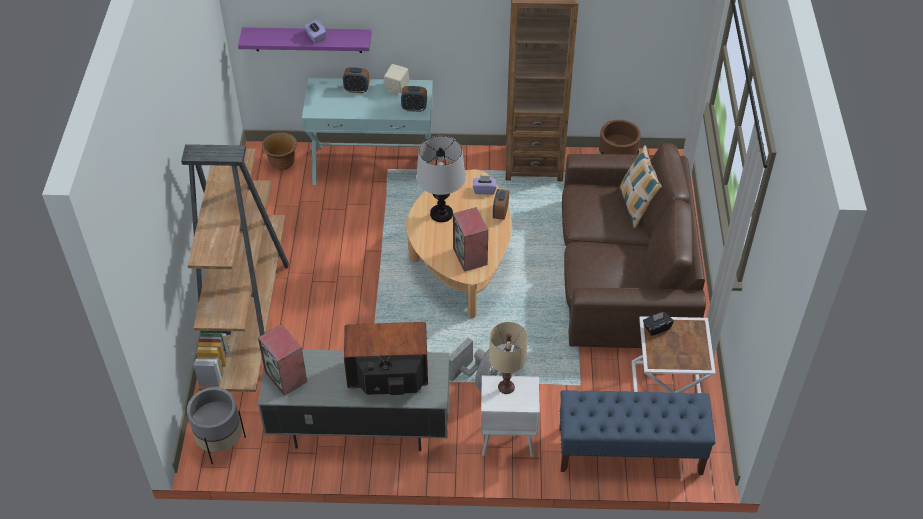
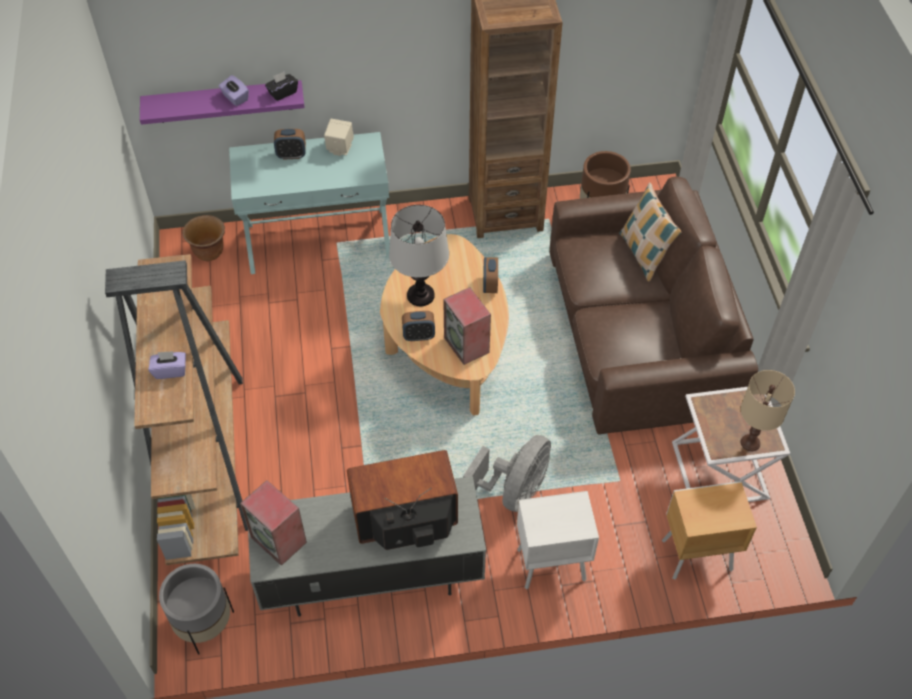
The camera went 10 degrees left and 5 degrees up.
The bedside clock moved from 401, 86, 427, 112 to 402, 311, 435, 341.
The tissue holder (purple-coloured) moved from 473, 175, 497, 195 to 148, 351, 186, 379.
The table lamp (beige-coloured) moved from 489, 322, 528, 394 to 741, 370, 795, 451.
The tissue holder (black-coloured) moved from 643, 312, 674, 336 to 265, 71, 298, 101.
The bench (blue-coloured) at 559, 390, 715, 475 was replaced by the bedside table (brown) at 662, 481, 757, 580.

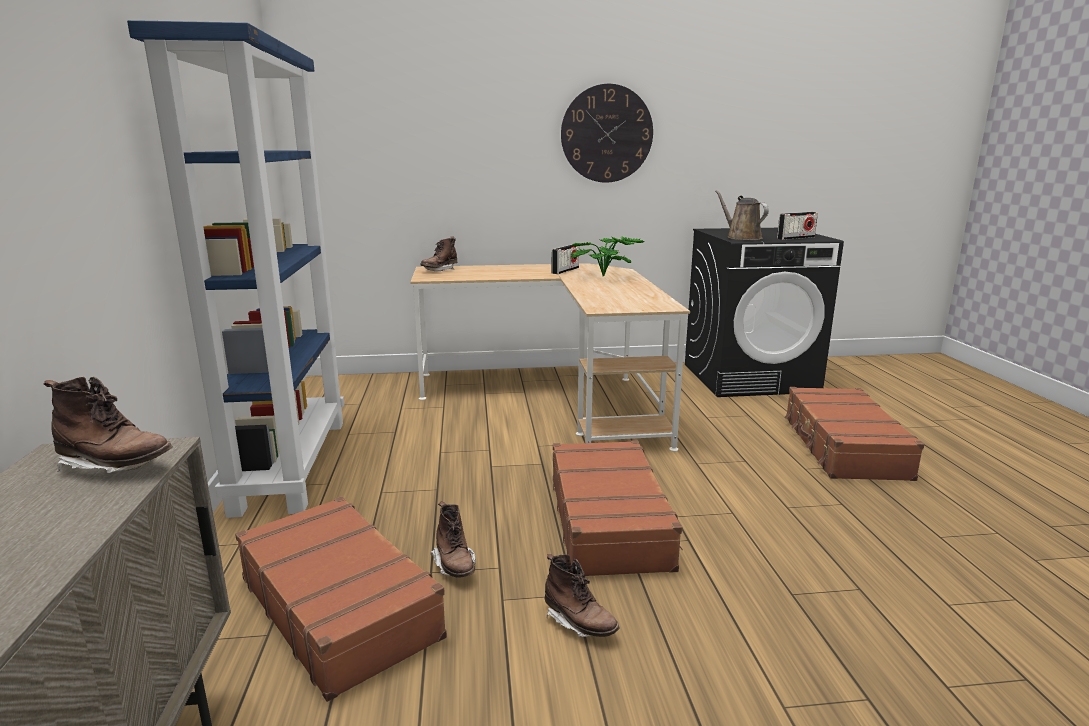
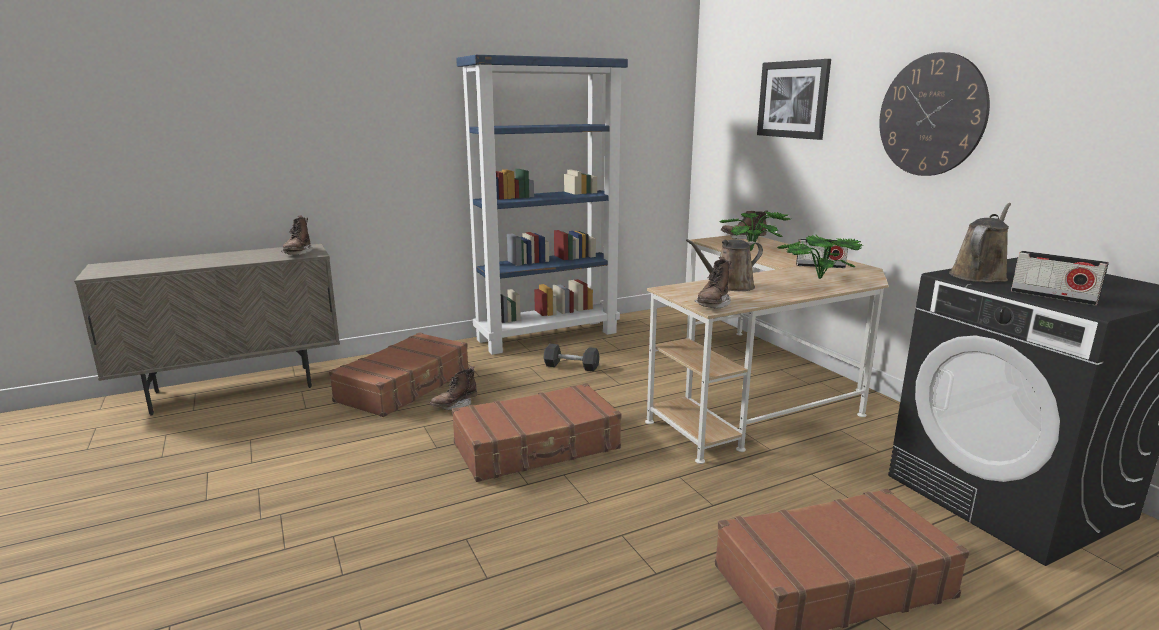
The camera went 70 degrees right and 0 degrees up.
The hand weight (greyish) at 543, 344, 600, 372 appeared.
The watering pot (brown) at 686, 239, 763, 291 appeared.
The potted plant at 719, 211, 791, 251 appeared.
The picture at 757, 59, 831, 140 appeared.
The high-top boot (brown) moved from 545, 554, 620, 637 to 695, 257, 732, 309.

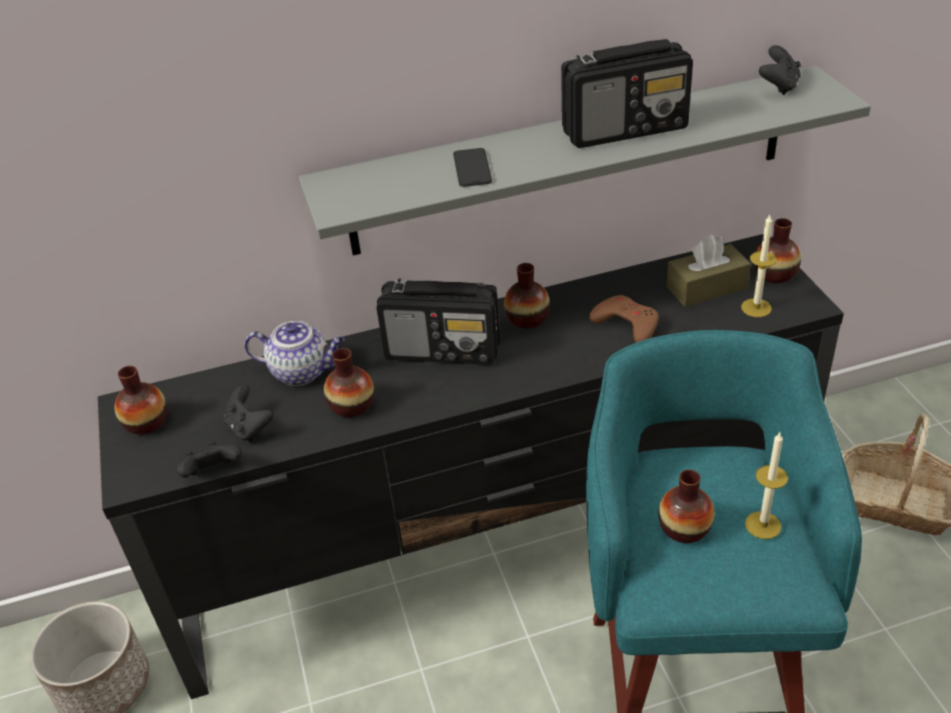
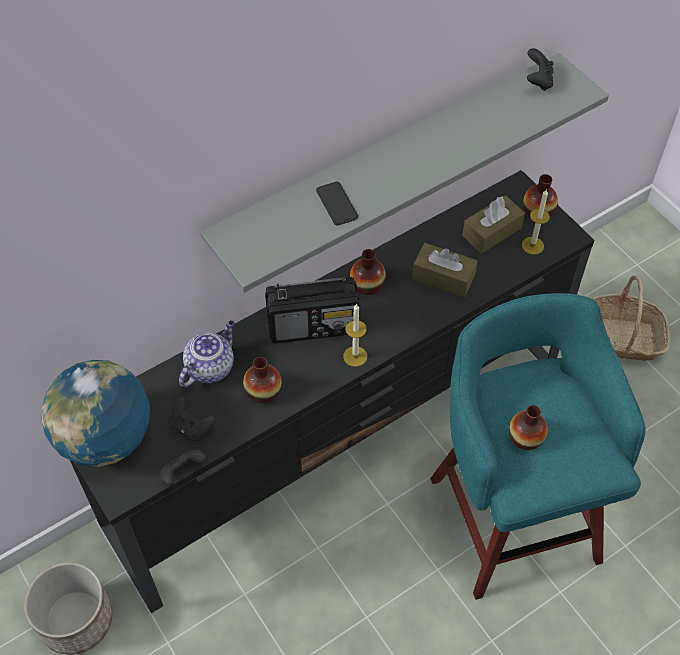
The camera went 20 degrees left and 15 degrees up.
The radio at 561, 39, 693, 148 disappeared.
The wax light moved from 745, 432, 788, 539 to 343, 304, 367, 367.
The vase at 115, 366, 167, 435 was replaced by the desk globe at 41, 360, 150, 467.
The joypad (brown) at 589, 295, 659, 343 was replaced by the tissue holder (brown) at 412, 243, 478, 297.
The pot for tea at 244, 321, 344, 386 turned 45 degrees counterclockwise.

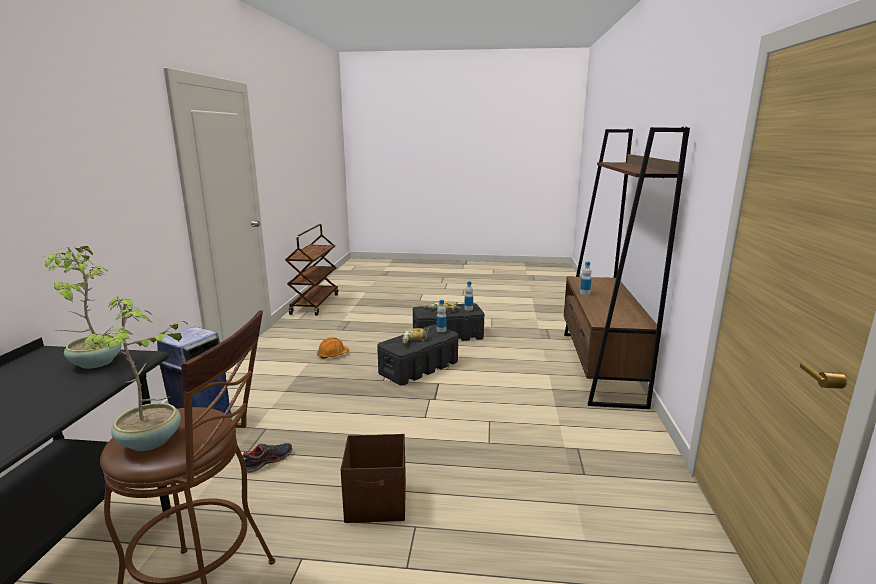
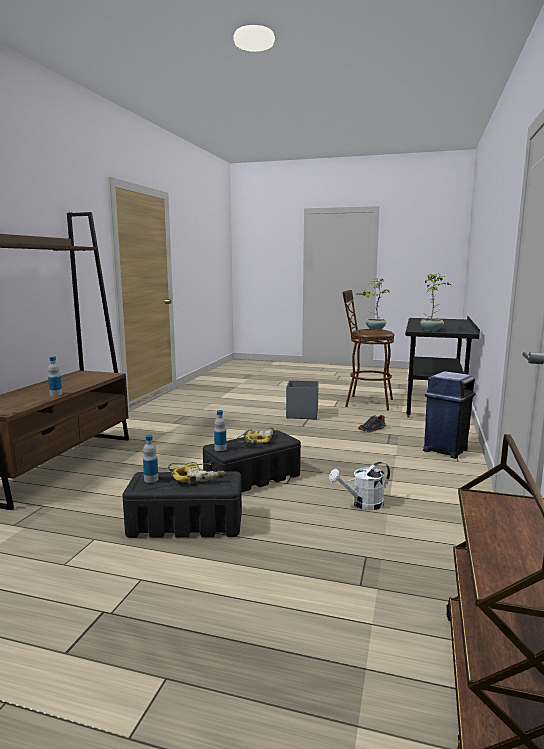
The camera went 170 degrees left and 5 degrees down.
The safety helmet (orange-coloured) at 317, 337, 349, 359 was replaced by the watering pot (white) at 329, 462, 390, 510.
The storage bin (brown) at 341, 434, 406, 523 became the storage bin (greyish) at 286, 380, 319, 419.

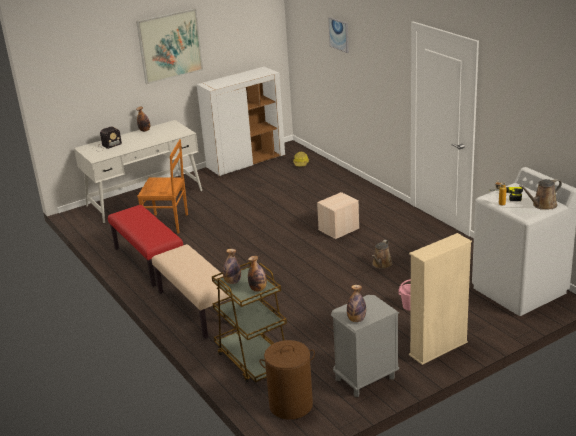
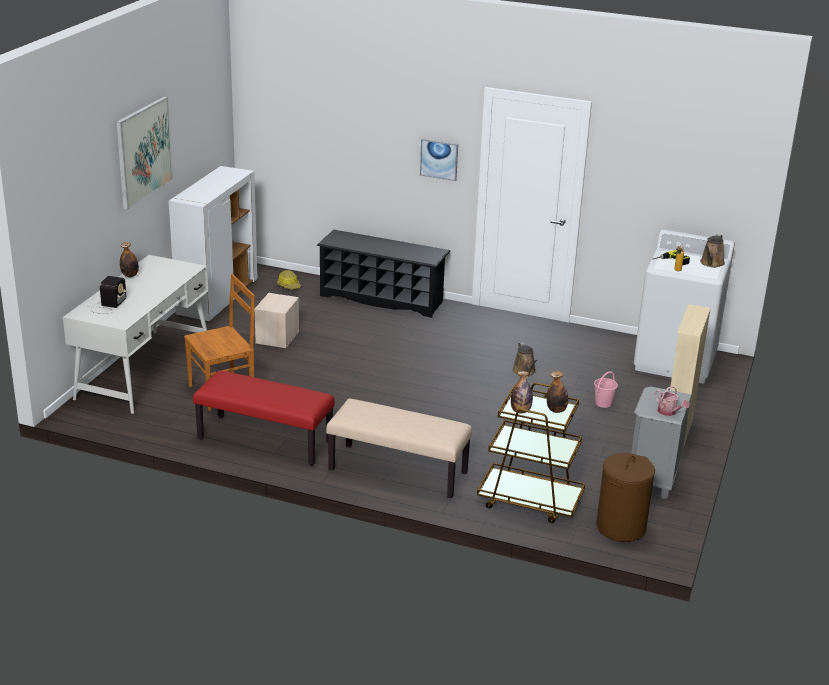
The camera went 40 degrees left and 0 degrees up.
The shoe stand (black-coloured) at 316, 230, 450, 318 appeared.
The storage bin (beige-coloured) moved from 317, 192, 360, 239 to 254, 293, 299, 348.
The picture moved from 328, 17, 349, 53 to 420, 139, 458, 181.
The beverage bottle at 347, 285, 366, 322 was replaced by the watering pot at 655, 386, 689, 416.

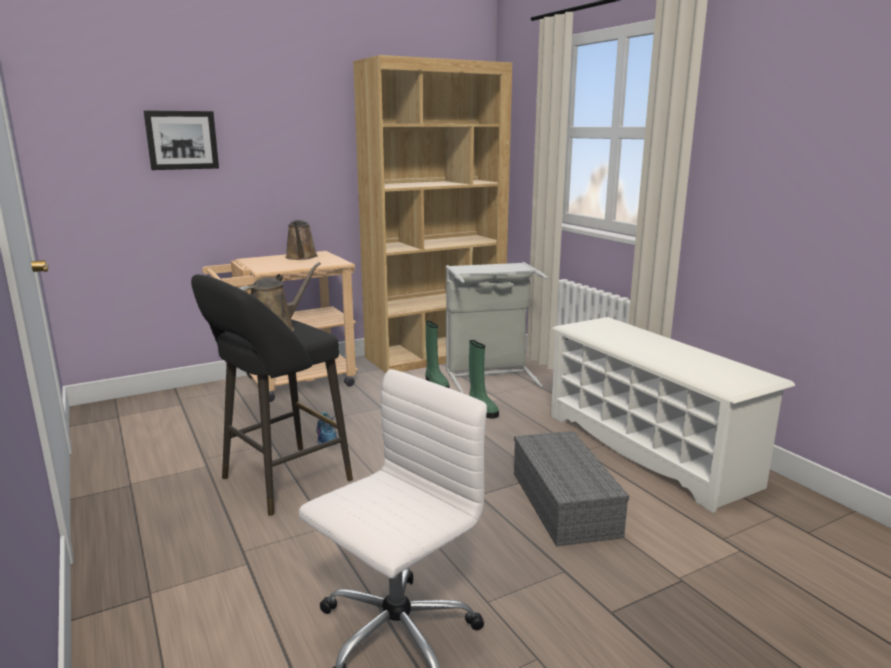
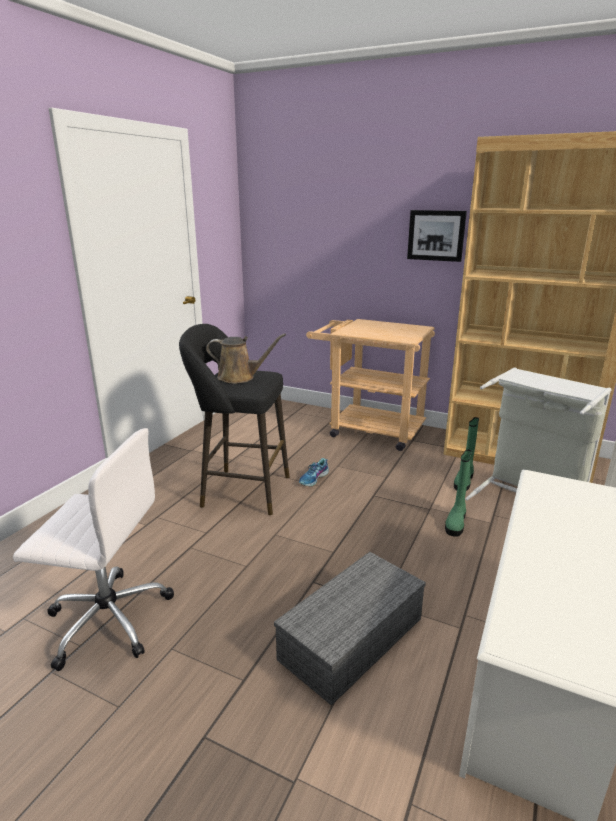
The camera went 55 degrees right and 5 degrees up.
The watering pot (brown) at 285, 220, 318, 260 disappeared.
The picture moved from 143, 110, 219, 170 to 407, 210, 467, 262.

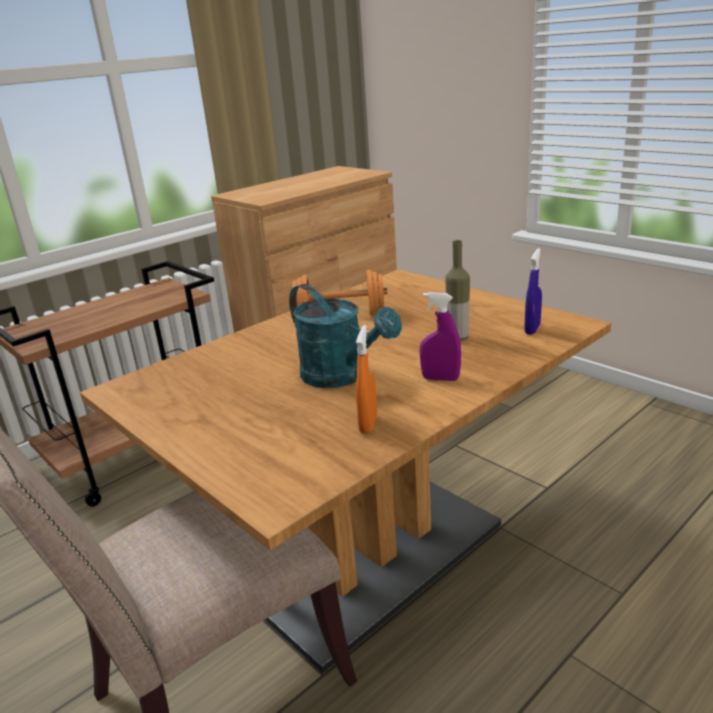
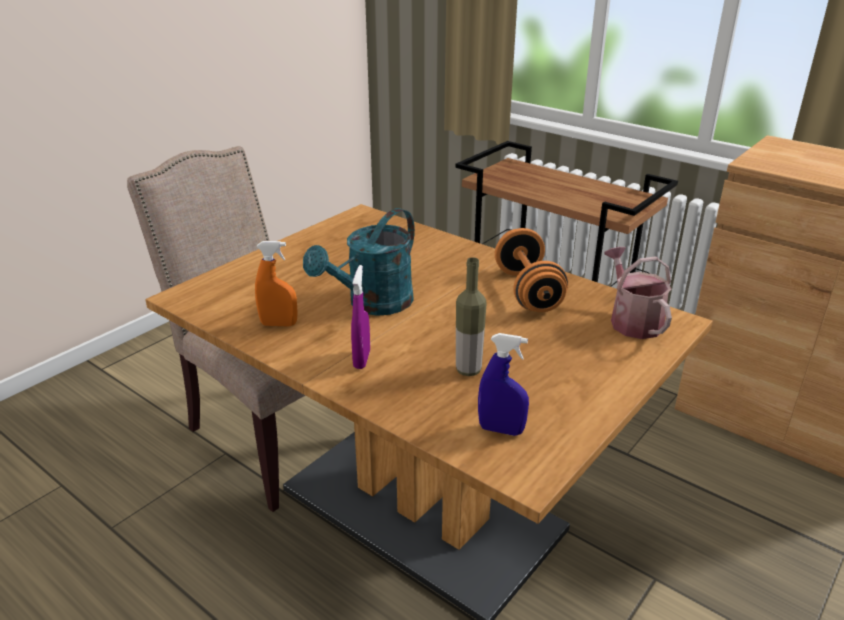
The camera went 80 degrees right and 5 degrees up.
The watering pot at 605, 247, 672, 339 appeared.

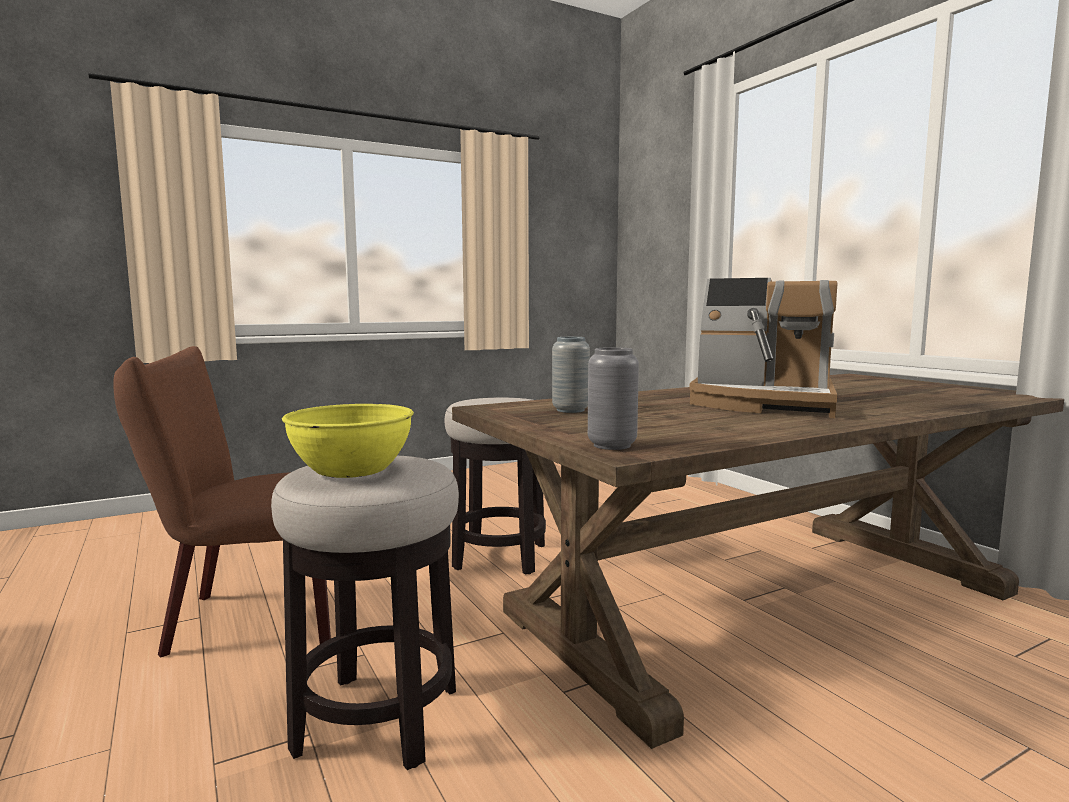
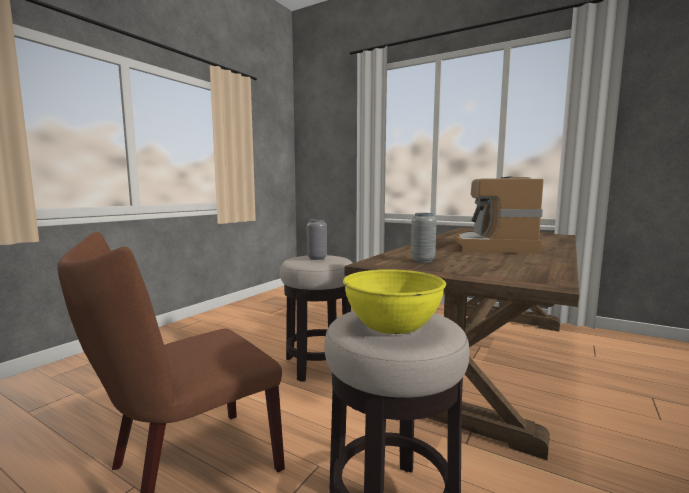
The camera went 30 degrees left and 0 degrees up.
The vase (greyish) moved from 588, 347, 639, 450 to 307, 219, 327, 260.
The coffee brewer at 689, 278, 837, 418 turned 105 degrees clockwise.

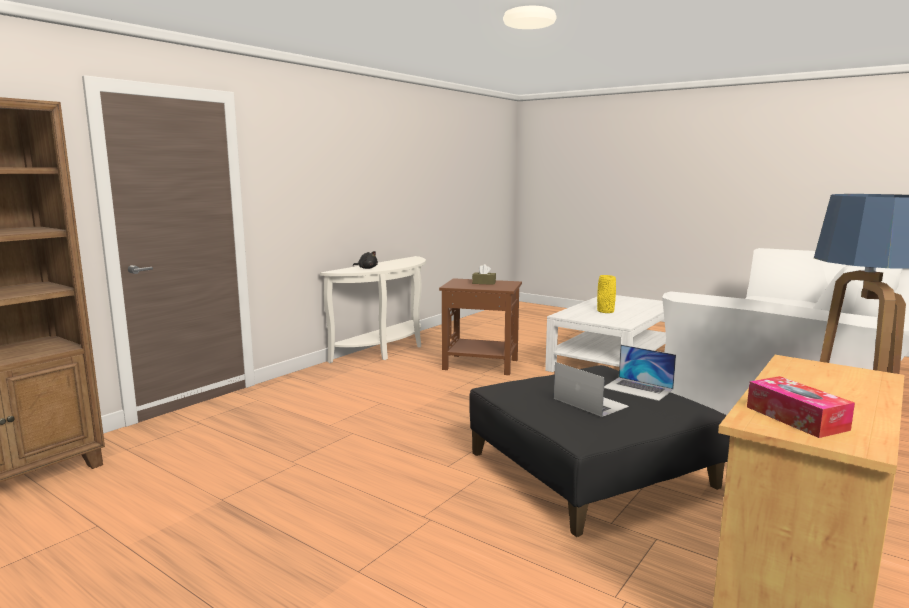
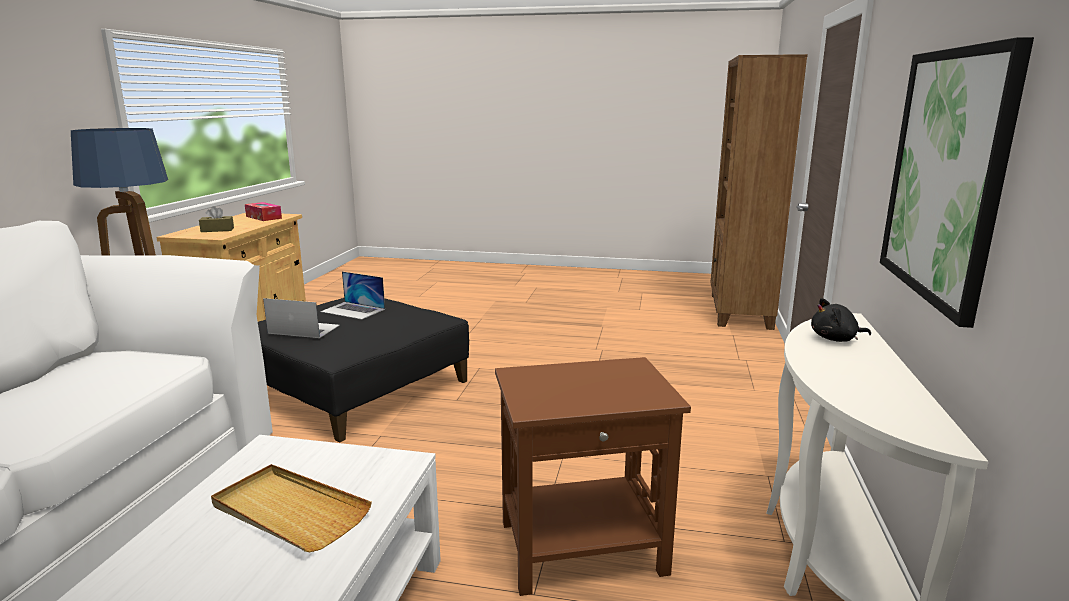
The camera went 155 degrees right and 5 degrees up.
The picture at 880, 37, 1034, 328 appeared.
The tissue holder (brown) moved from 472, 264, 496, 285 to 199, 206, 234, 232.
The vase (yellow-coloured) at 597, 275, 616, 313 was replaced by the serving tray (beige-coloured) at 211, 464, 372, 552.

